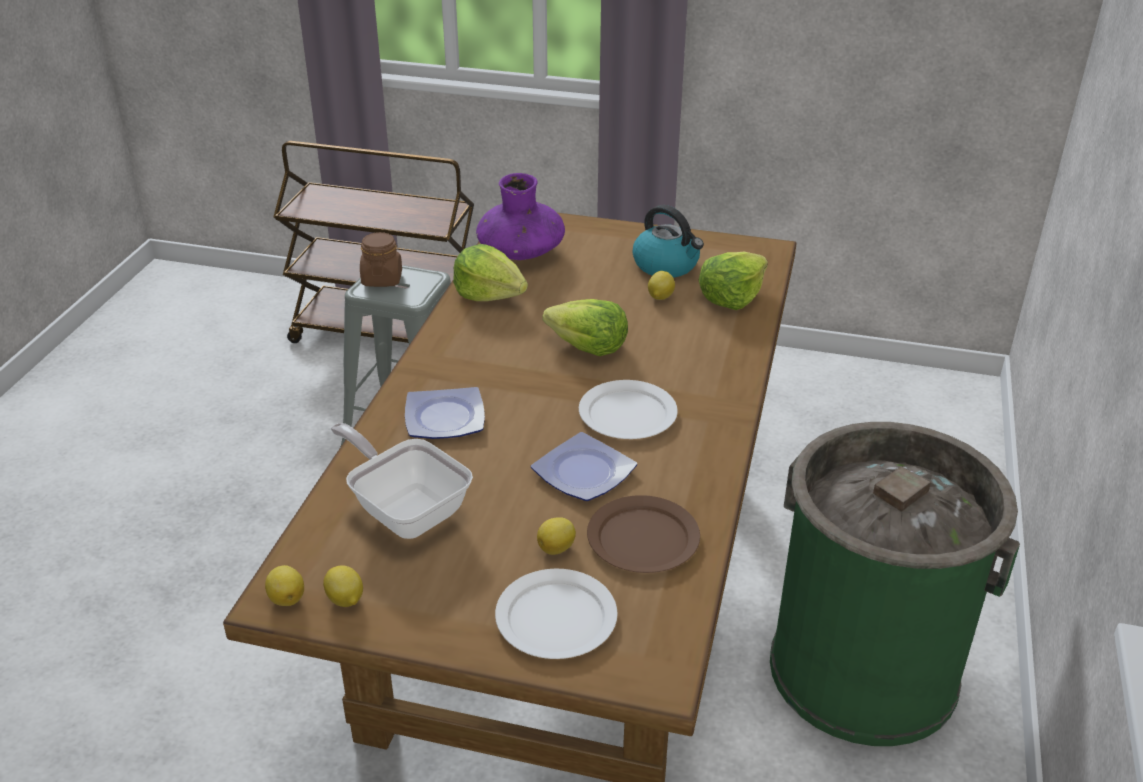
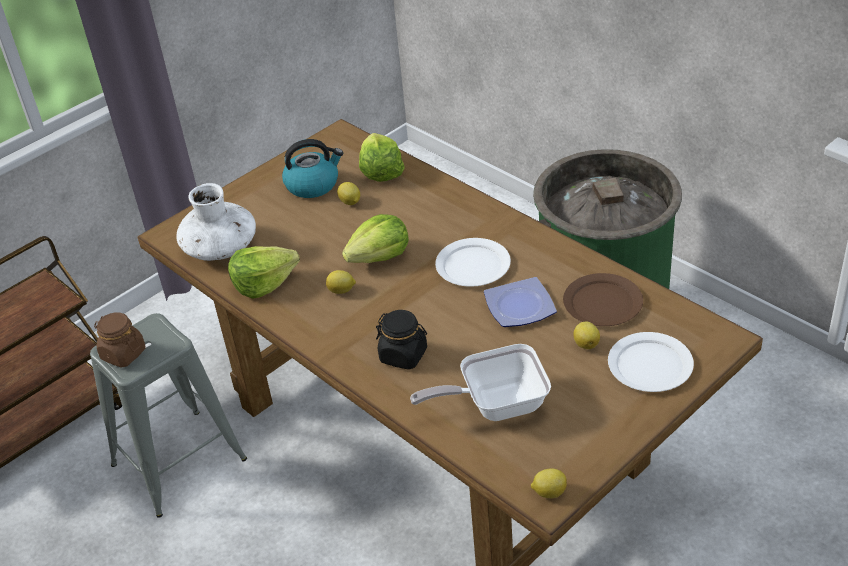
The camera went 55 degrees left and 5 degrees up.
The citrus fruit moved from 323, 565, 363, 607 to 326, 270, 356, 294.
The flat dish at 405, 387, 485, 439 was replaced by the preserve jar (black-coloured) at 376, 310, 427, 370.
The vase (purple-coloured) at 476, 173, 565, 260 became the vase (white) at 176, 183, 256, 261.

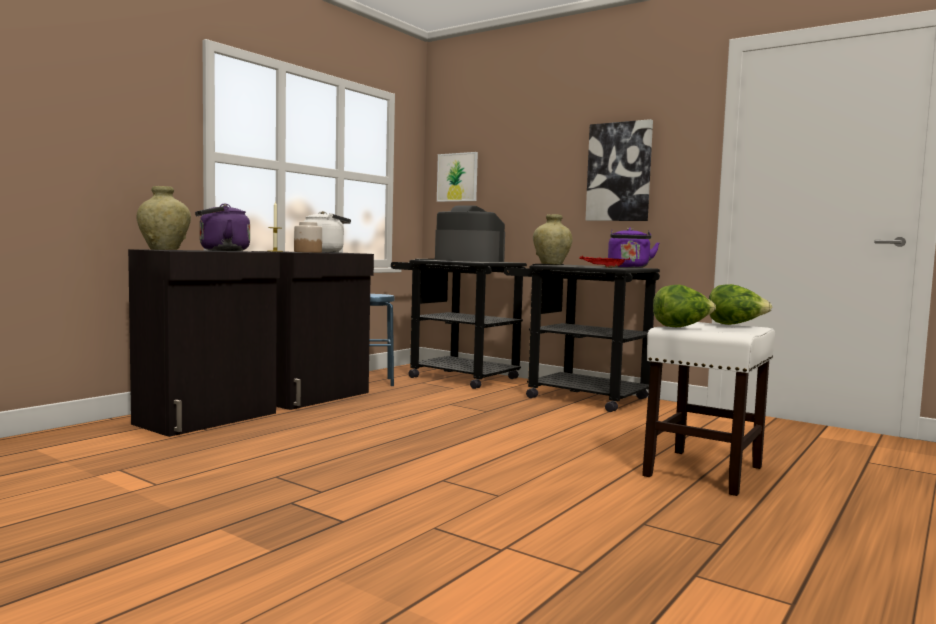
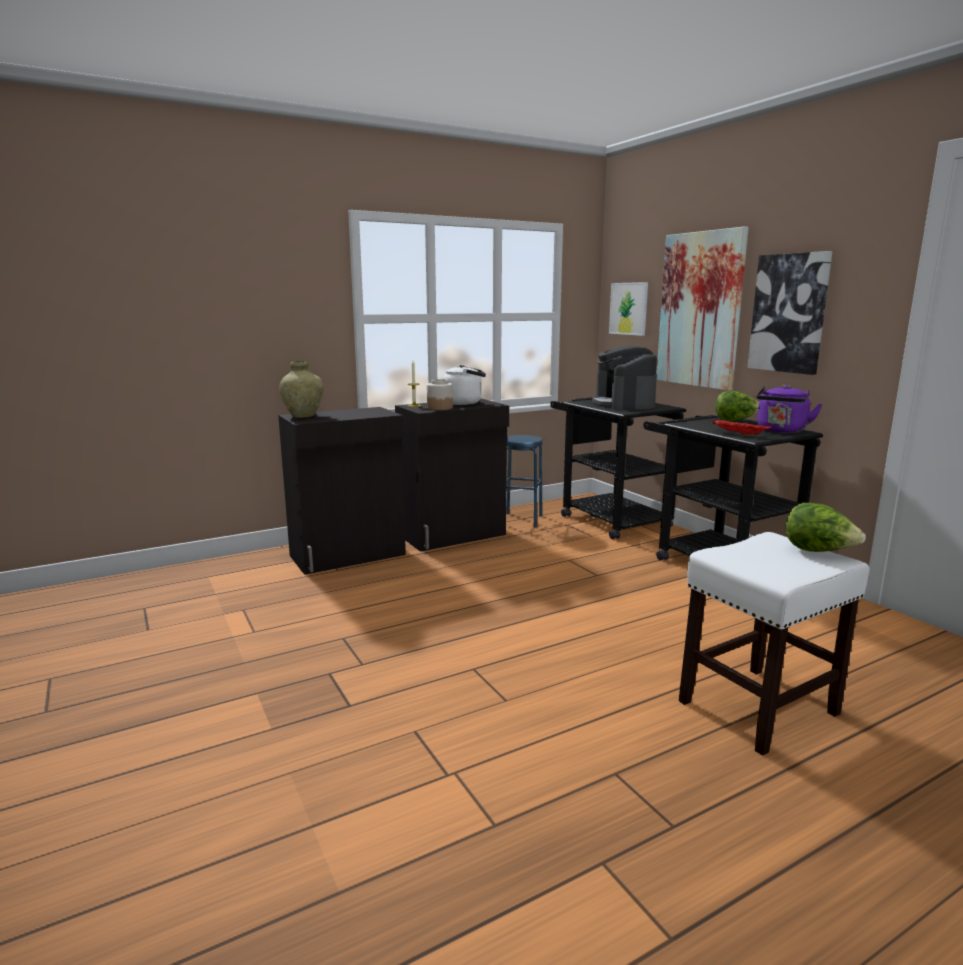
The camera went 25 degrees right and 10 degrees up.
The kettle (purple-coloured) at 195, 204, 250, 251 disappeared.
The vase (beige-coloured) at 533, 214, 573, 265 disappeared.
The picture at 657, 226, 749, 391 appeared.
The lettuce head moved from 653, 285, 716, 327 to 715, 391, 759, 421.
The coffee brewer at 435, 206, 505, 262 turned 150 degrees counterclockwise.

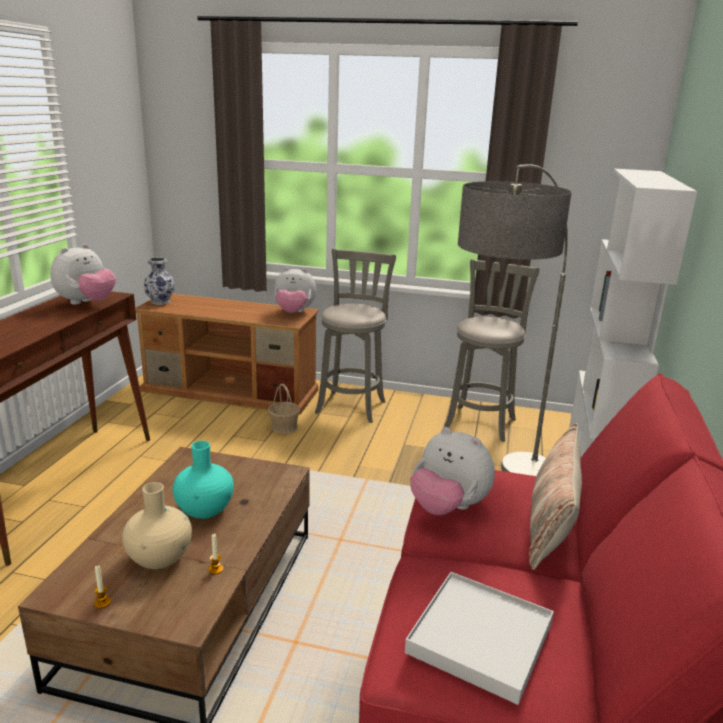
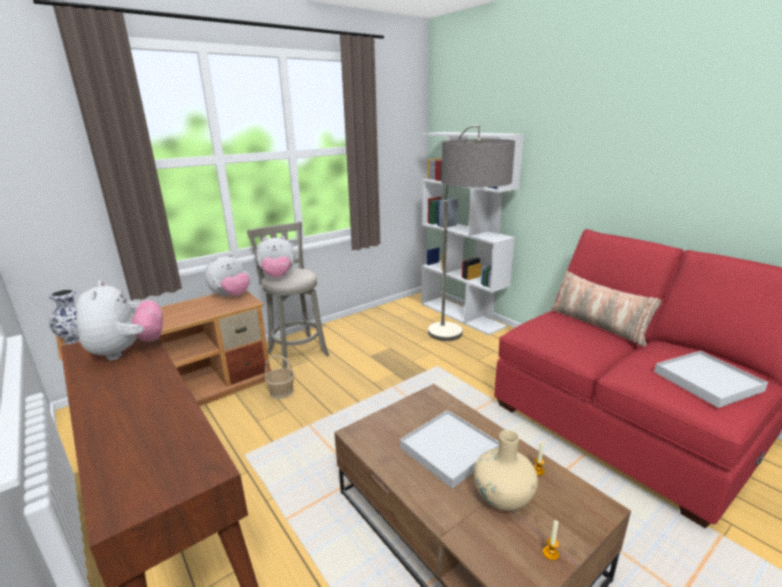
The camera went 50 degrees left and 0 degrees up.
The sitting stool (greyish) at 444, 259, 539, 442 disappeared.
The plush toy moved from 410, 427, 495, 515 to 256, 236, 295, 278.
The vase (blue-green) at 173, 441, 234, 519 was replaced by the serving tray (white) at 400, 410, 499, 489.

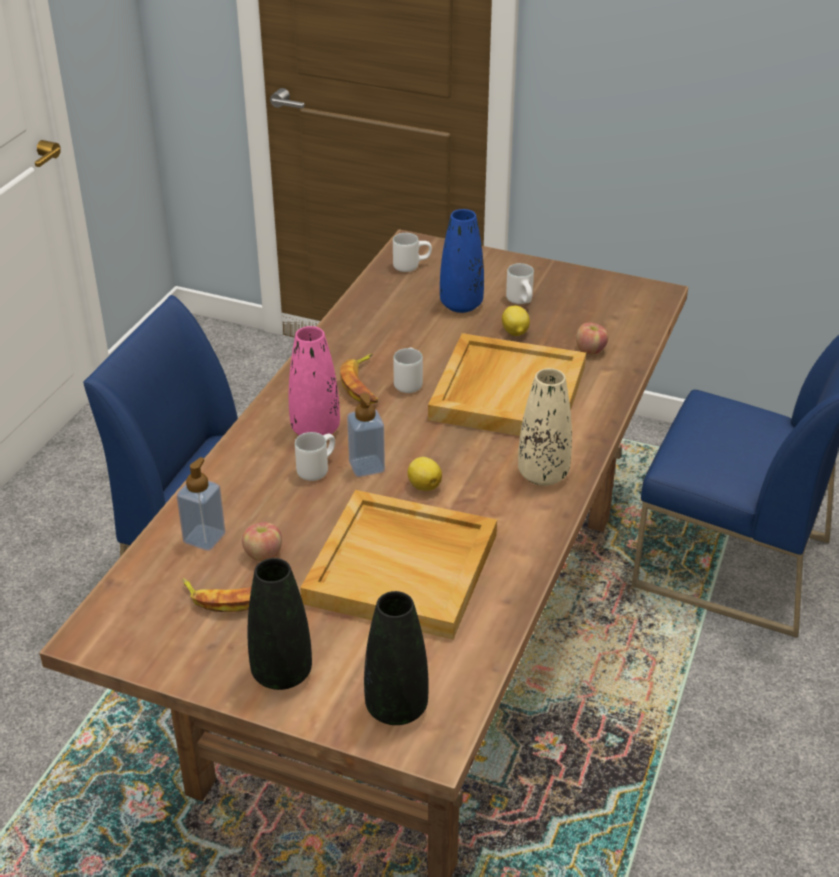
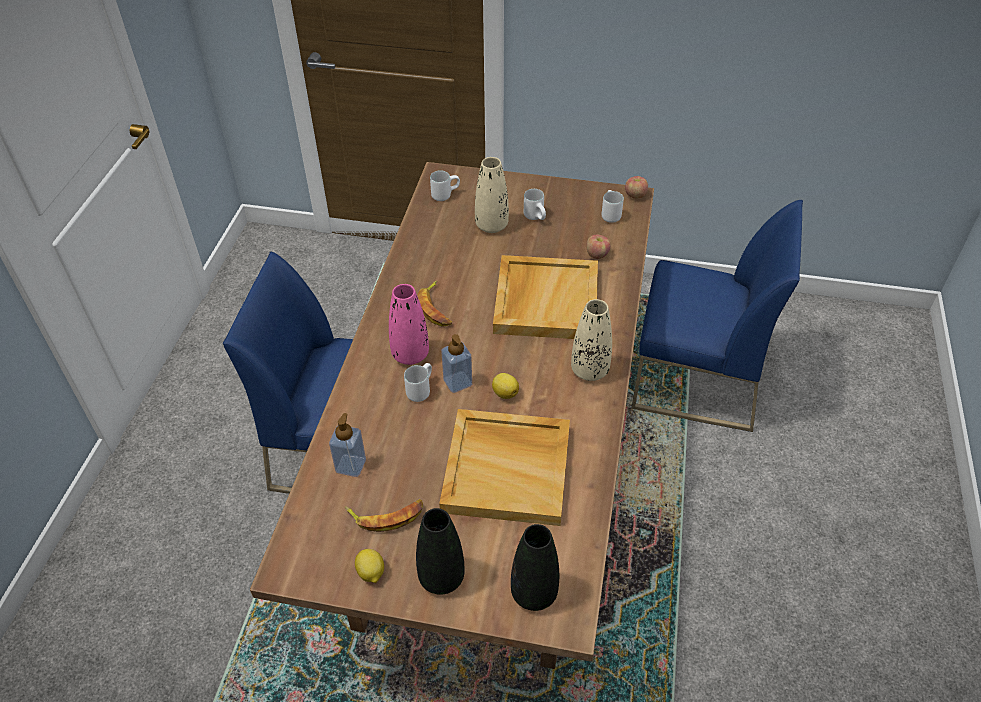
The camera went 10 degrees left and 10 degrees up.
The whole apple moved from 242, 522, 282, 561 to 625, 176, 648, 199.
The coffee mug (white) moved from 393, 348, 423, 393 to 602, 190, 624, 223.
The citrus fruit moved from 502, 306, 530, 336 to 355, 549, 384, 583.
The vase (blue-coloured) at 440, 209, 484, 313 became the vase (beige-coloured) at 475, 157, 509, 233.

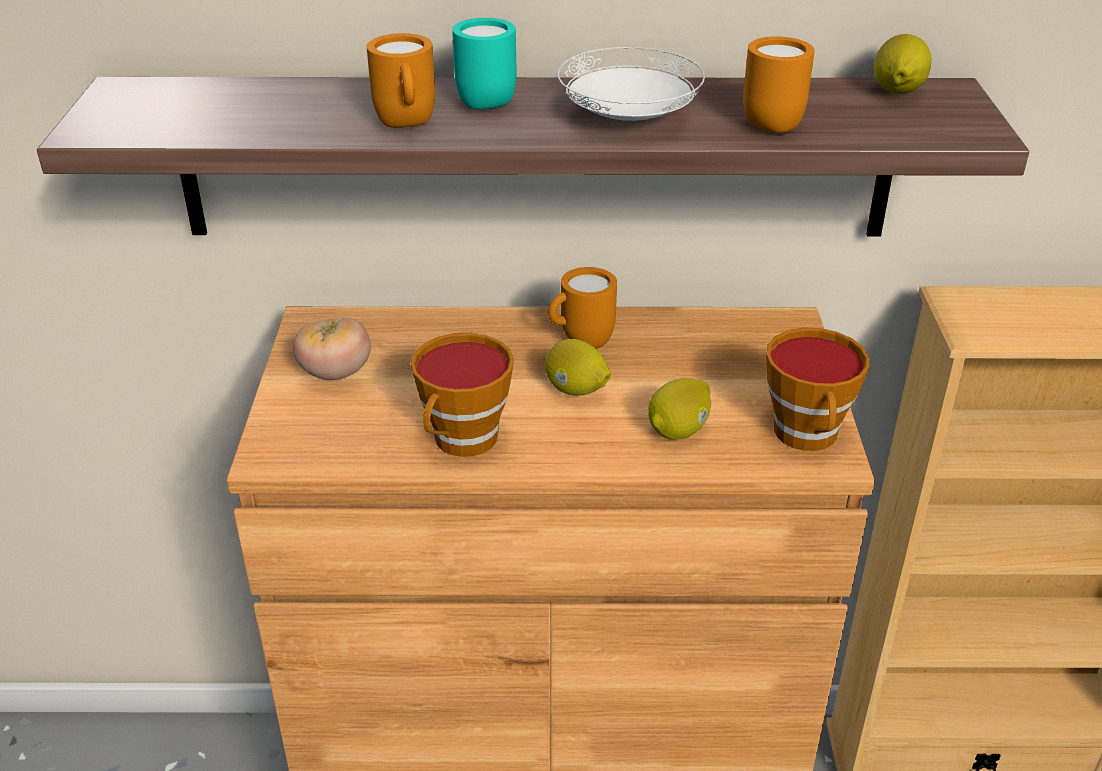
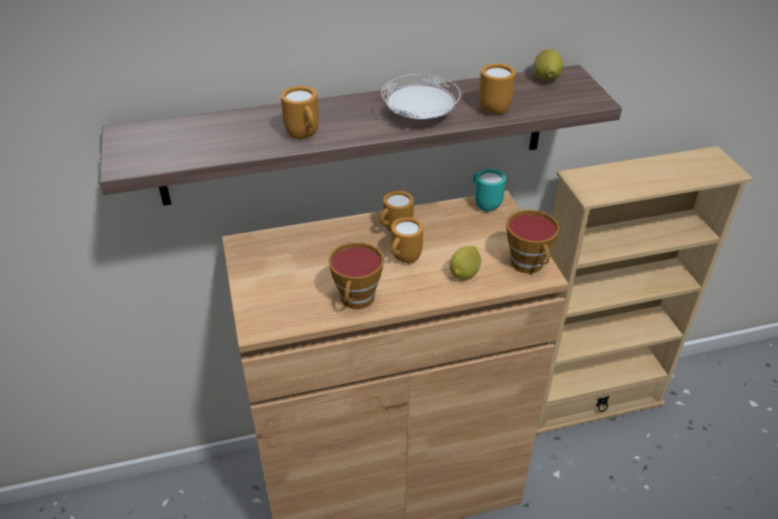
The camera went 15 degrees left and 5 degrees up.
The fresh tomato at 293, 317, 371, 380 disappeared.
The coffee mug (blue-green) moved from 452, 18, 517, 110 to 473, 169, 506, 212.
The citrus fruit at 545, 339, 611, 396 was replaced by the coffee mug (orange-coloured) at 391, 217, 423, 263.

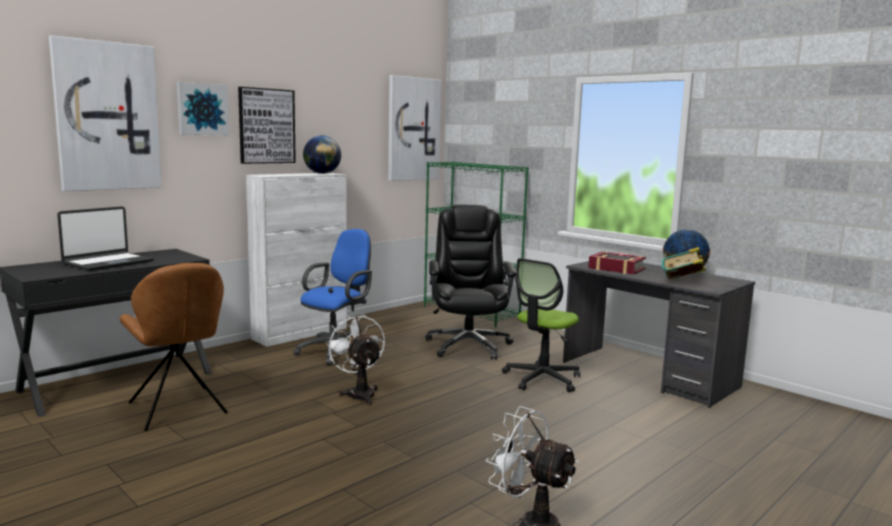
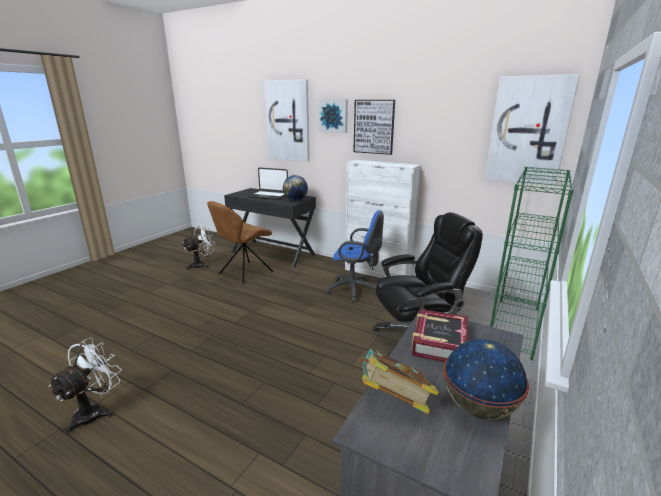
The camera went 75 degrees right and 10 degrees up.
The desk chair at 502, 258, 580, 392 disappeared.
The desk globe moved from 303, 135, 341, 174 to 283, 175, 308, 201.
The cooling fan (white) moved from 325, 314, 385, 405 to 183, 225, 215, 270.

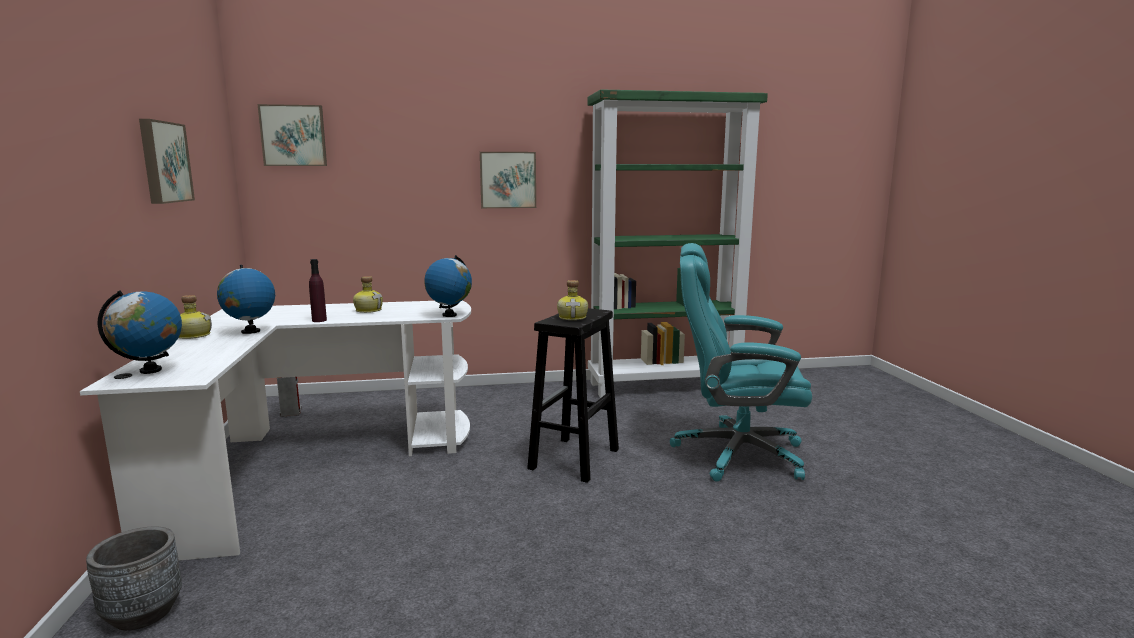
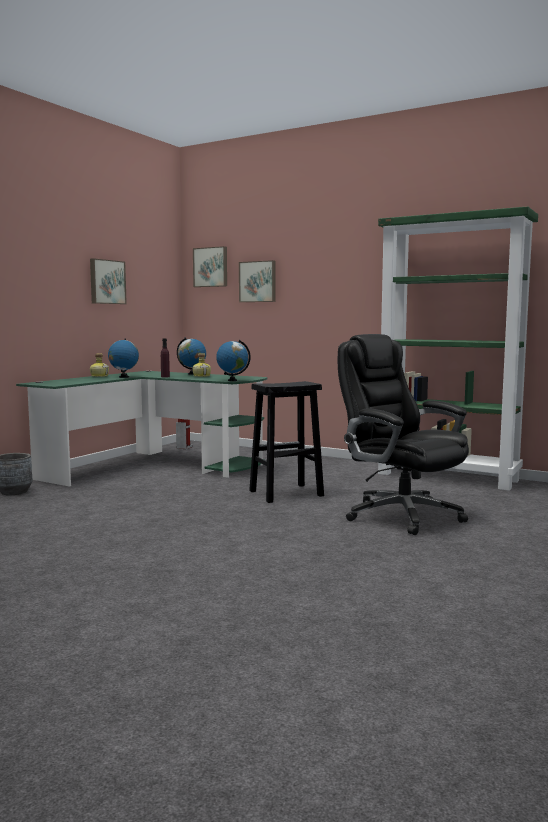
The camera went 40 degrees right and 5 degrees down.
The beverage bottle at 557, 280, 588, 320 disappeared.
The desk globe moved from 97, 290, 182, 374 to 177, 337, 206, 375.
The picture moved from 480, 152, 536, 208 to 239, 260, 275, 302.
The desk table (white) at 80, 301, 471, 561 became the desk table (green) at 16, 371, 268, 487.
The desk chair (blue-green) at 670, 243, 812, 482 became the desk chair (black-coloured) at 338, 334, 469, 535.

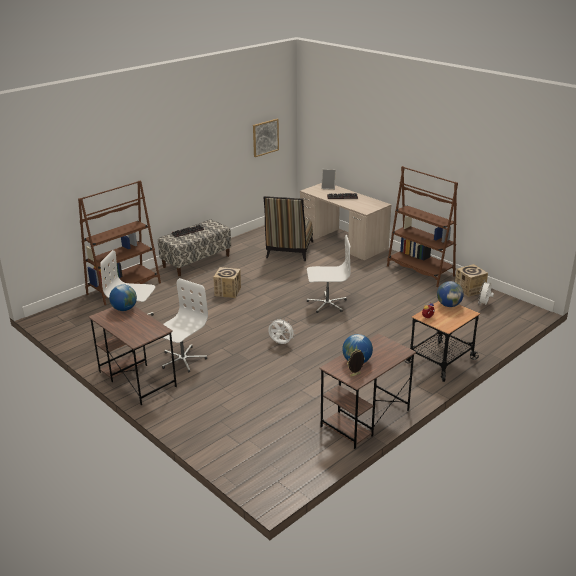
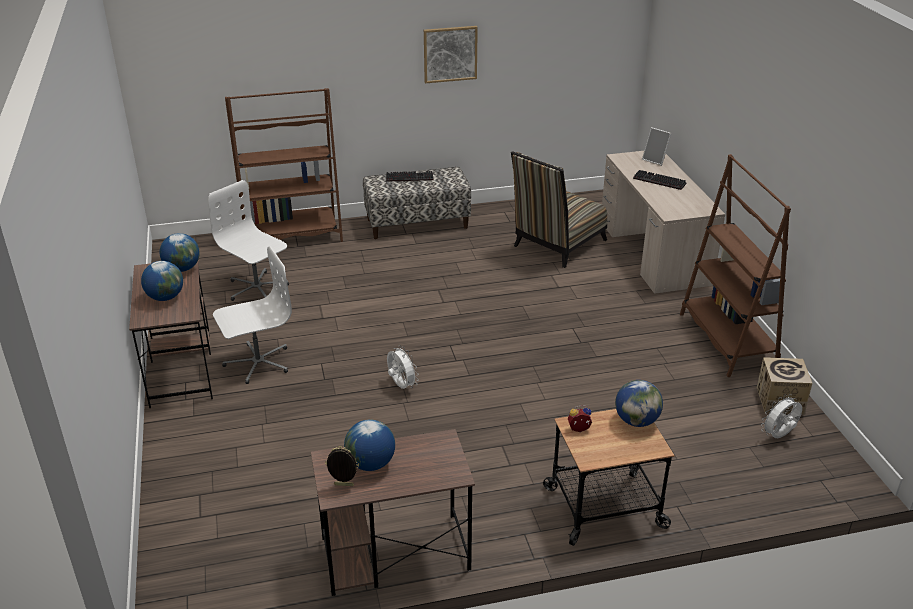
The camera went 30 degrees right and 5 degrees up.
The packing box at 213, 267, 241, 298 disappeared.
The desk chair (white) at 307, 235, 350, 313 disappeared.
The desk globe at 141, 261, 183, 301 appeared.
The picture moved from 253, 119, 279, 157 to 424, 26, 478, 83.

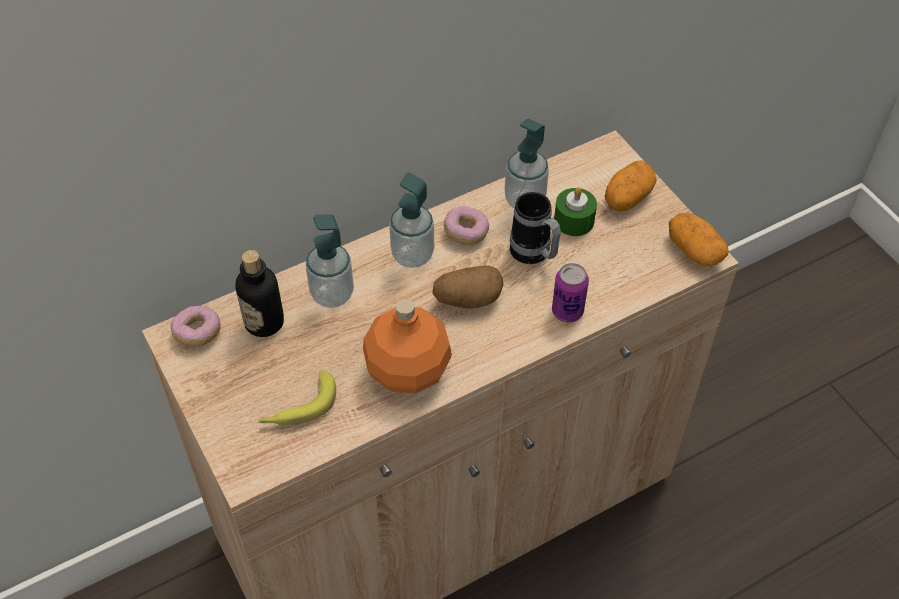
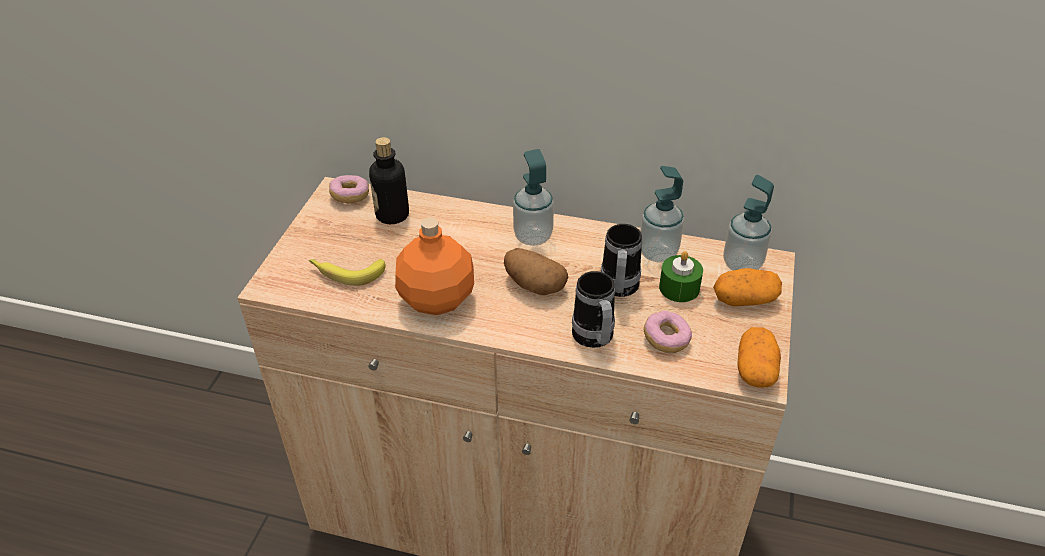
The camera went 45 degrees right and 10 degrees down.
The soap dispenser moved from 306, 214, 354, 308 to 723, 175, 774, 271.
The doughnut moved from 444, 206, 489, 245 to 644, 311, 692, 353.
The can at 552, 263, 589, 322 was replaced by the coffee mug at 572, 271, 615, 348.

